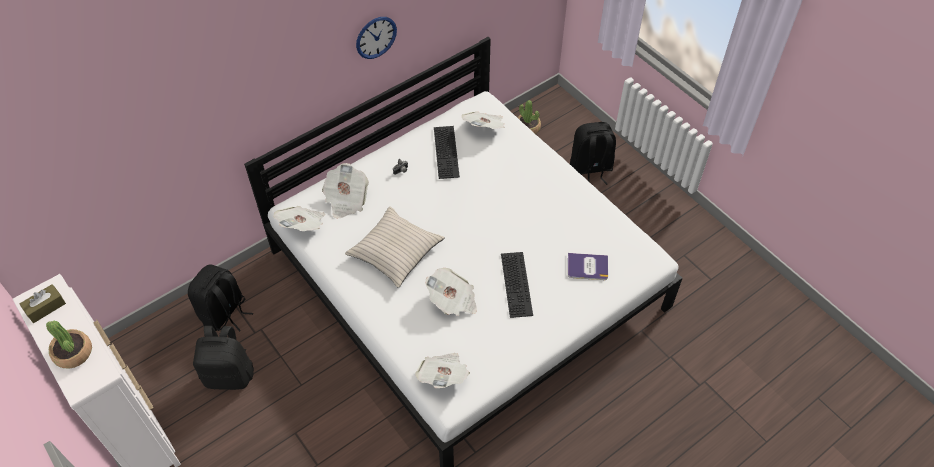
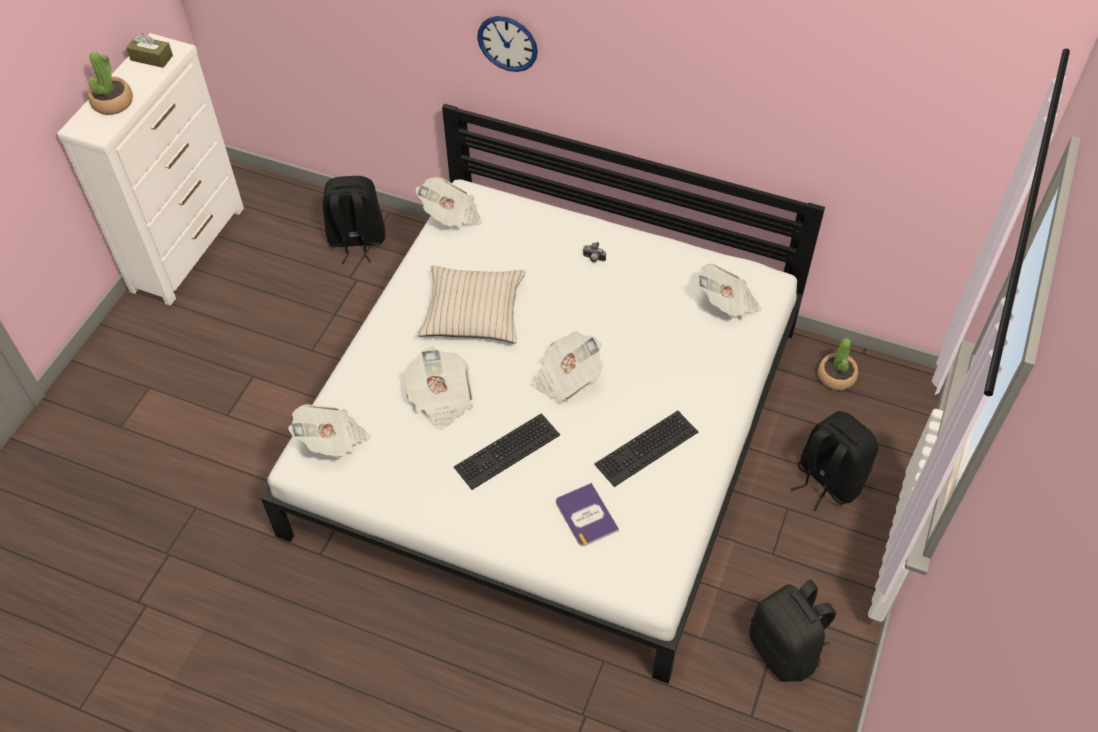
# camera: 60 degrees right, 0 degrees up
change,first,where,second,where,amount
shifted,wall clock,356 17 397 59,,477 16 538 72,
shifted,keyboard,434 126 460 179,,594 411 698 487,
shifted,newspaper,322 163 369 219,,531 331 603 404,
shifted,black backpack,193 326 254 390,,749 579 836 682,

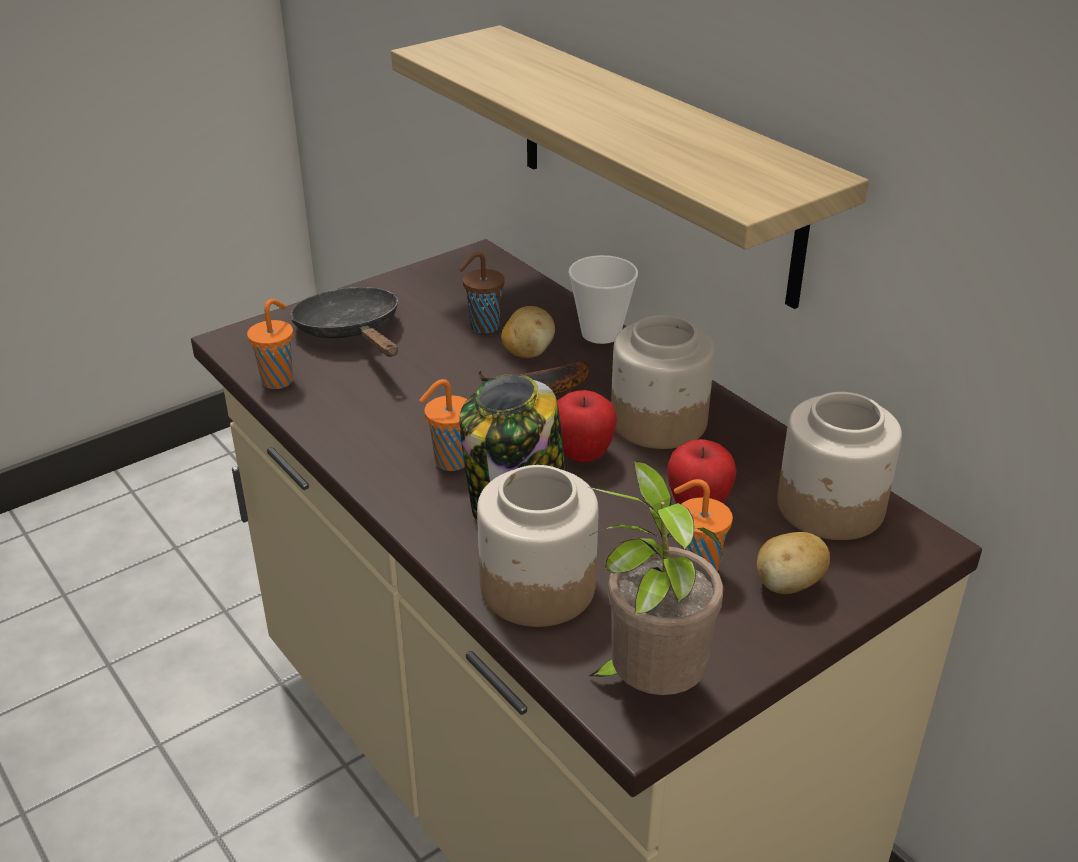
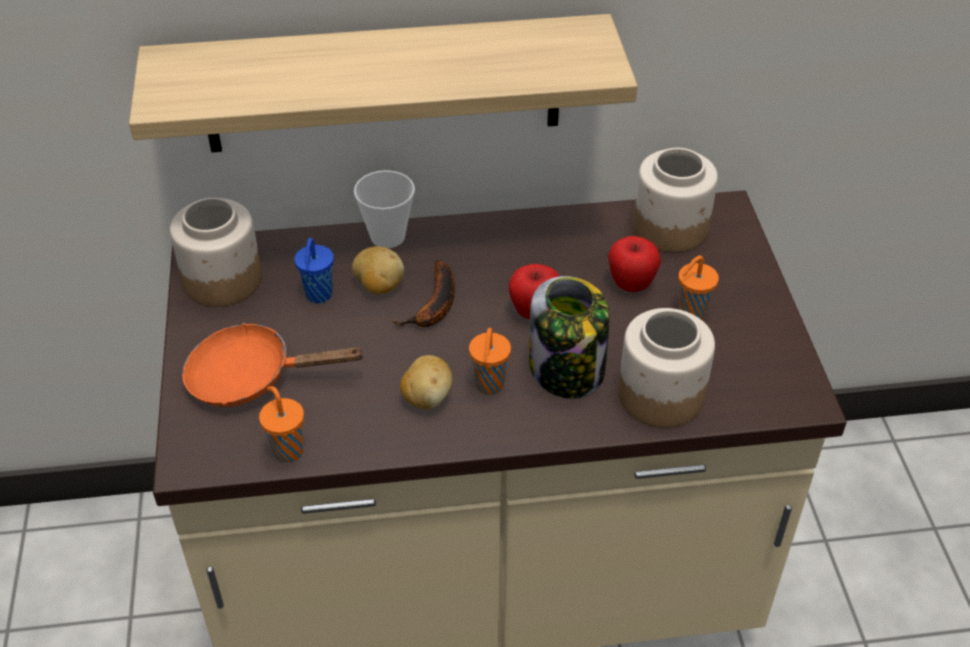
# camera: 60 degrees left, 10 degrees up
change,first,where,second,where,amount
repainted,brown cup,459 252 505 334,blue cup,294 238 334 303,
repainted,black frying pan,291 287 398 357,orange frying pan,182 323 366 407,
shifted,jar,611 315 715 449,,170 198 262 307,
gone,potted plant,586 460 723 695,,,
shifted,potato,757 532 830 594,,400 355 453 409,

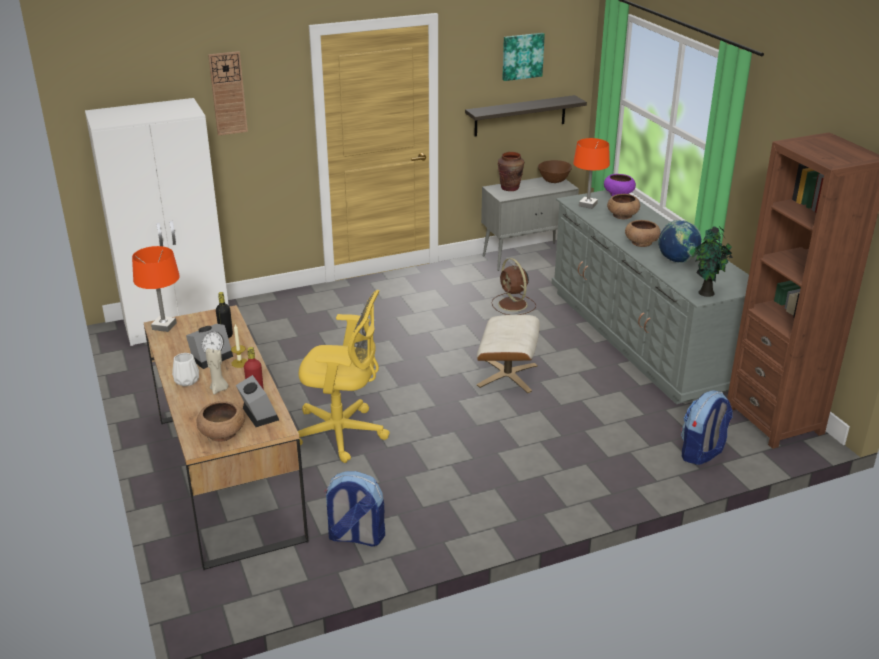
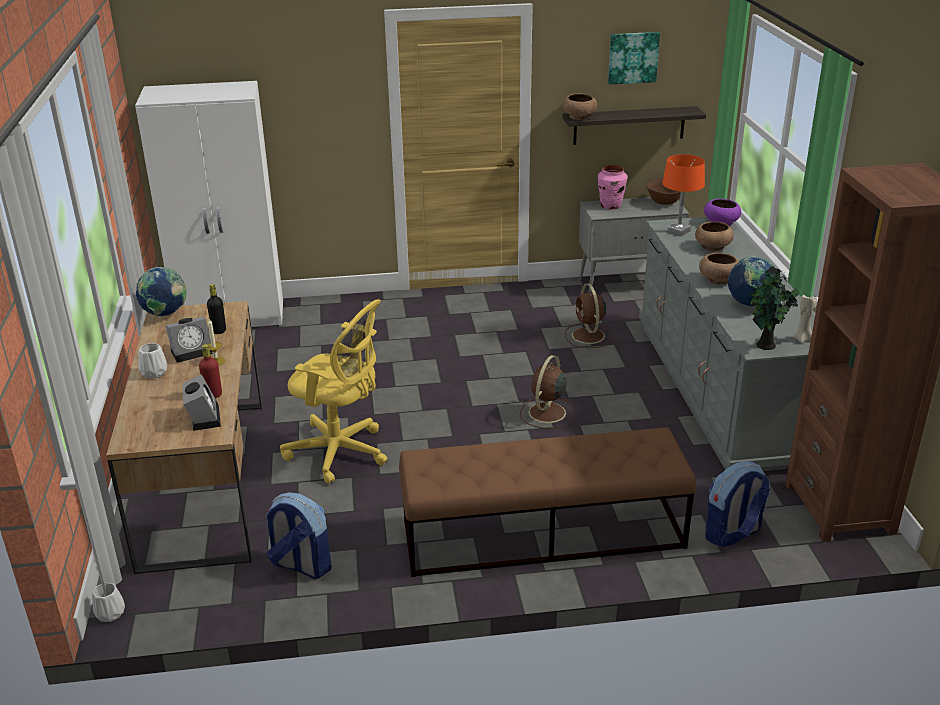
# camera: 15 degrees right, 0 degrees up
change,first,where,second,where,amount
gone,wall clock,208 51 248 136,,,
repainted,brown vase,498 152 524 191,pink vase,597 165 627 210,
swapped,orange table lamp,132 246 180 332,globe,136 267 187 317,
swapped,beige ottoman,477 315 540 393,brown fan,520 355 573 429,
shifted,beige candle,206 348 229 395,,793 295 817 343,
shifted,brown bowl,196 401 245 442,,562 93 597 120,
new,,,brown bench,399 427 696 577,
new,,,white vase,92 583 125 622,

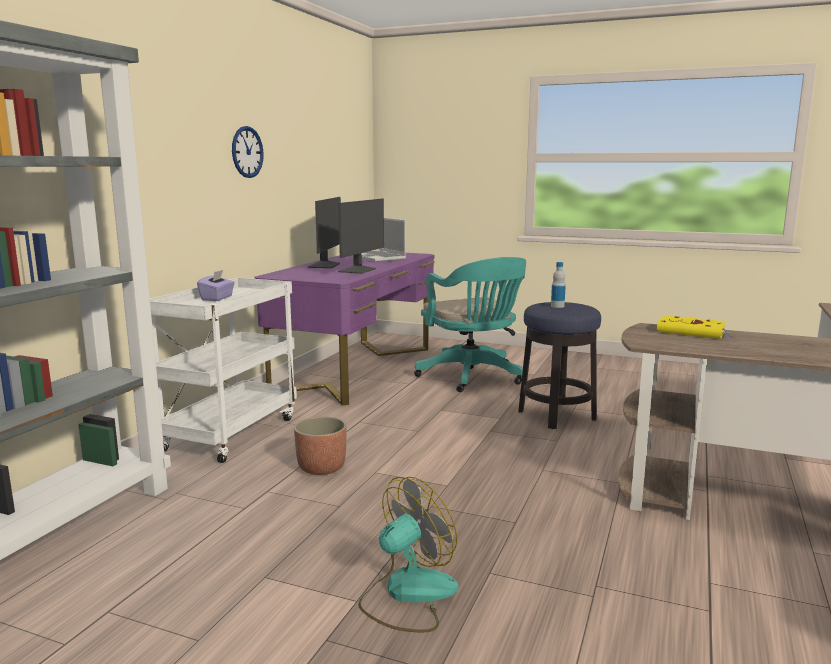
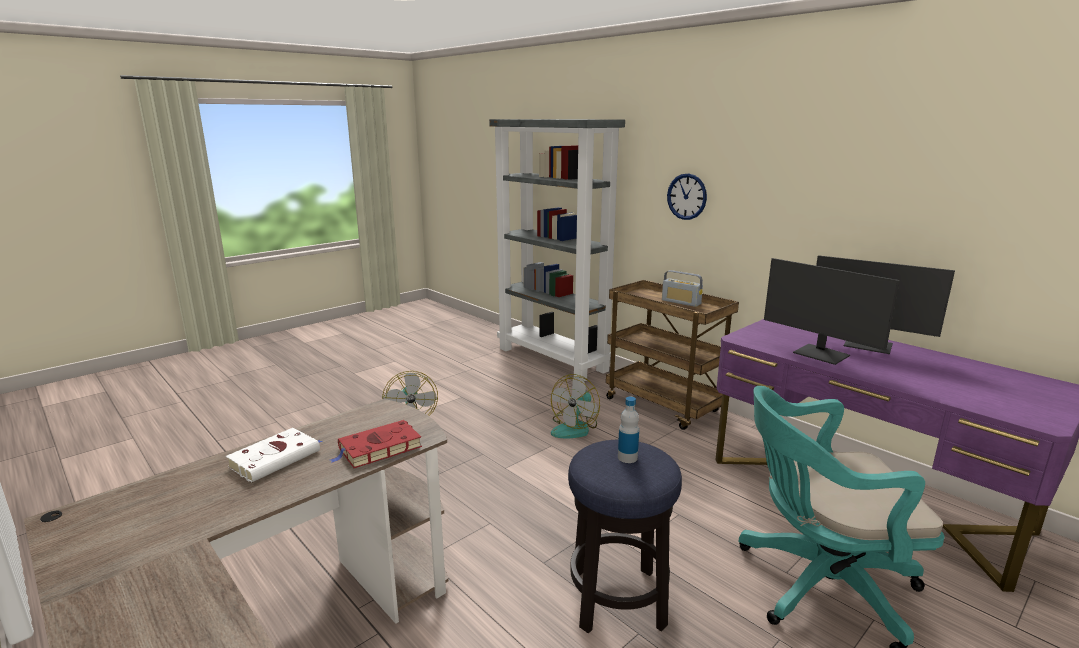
# camera: 115 degrees right, 5 degrees up
change,first,where,second,where,amount
shifted,wall clock,232 126 264 178,,667 173 707 220,
gone,laptop,352 218 406 262,,,
swapped,purple tissue box,197 270 235 301,radio,662 270 703 307,
repainted,white cart,150 278 297 463,brown cart,606 280 739 430,
repainted,yellow book,657 315 736 339,red book,330 420 422 468,
swapped,planter,294 417 346 475,fan,551 374 600 438,
new,,,white book,226 428 323 482,

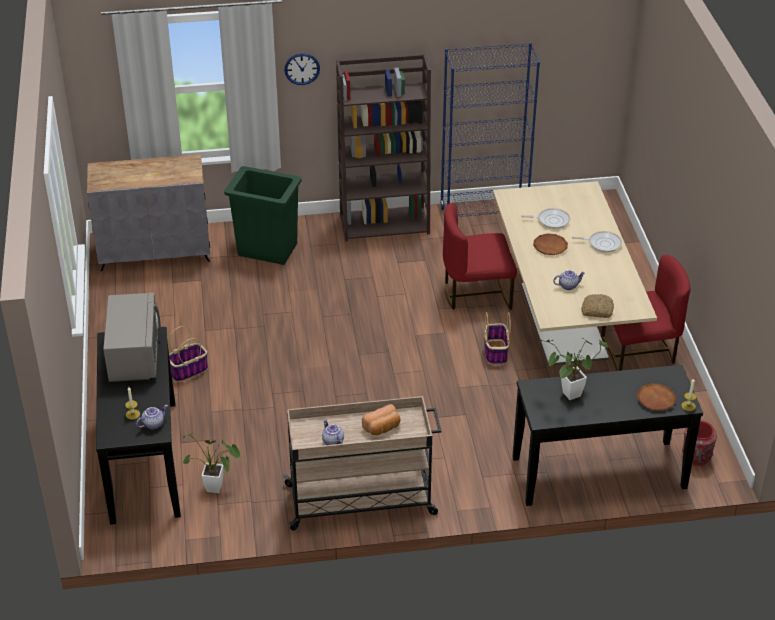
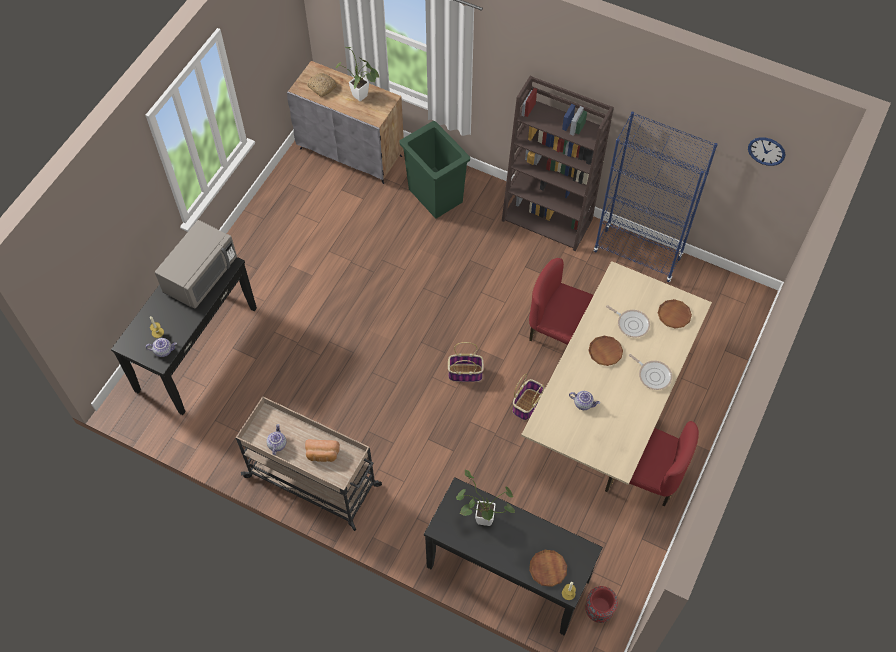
# camera: 35 degrees right, 20 degrees up
change,first,where,second,where,amount
shifted,wall clock,284 53 320 85,,748 137 785 166,
shifted,bread,581 294 614 318,,307 73 337 97,
shifted,basket,169 326 208 382,,448 342 484 382,
shifted,potted plant,183 433 241 493,,335 47 380 101,
new,,,brown plate,658 299 692 329,

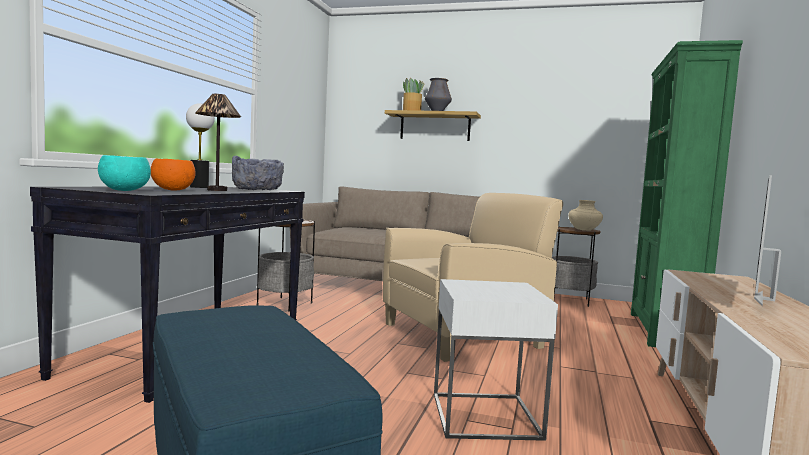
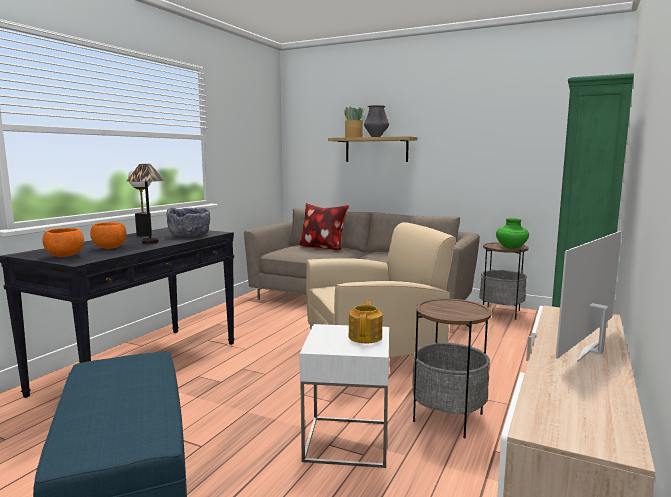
# camera: 10 degrees right, 5 degrees up
change,first,where,second,where,amount
repainted,turquoise bowl,98 155 151 191,orange bowl,42 228 84 257,
repainted,beige vase,568 200 603 231,green vase,496 218 529 249,
shifted,side table,257 220 315 311,,412 298 492 438,
new,,,pillow,298 203 349 250,
new,,,teapot,348 301 382 343,

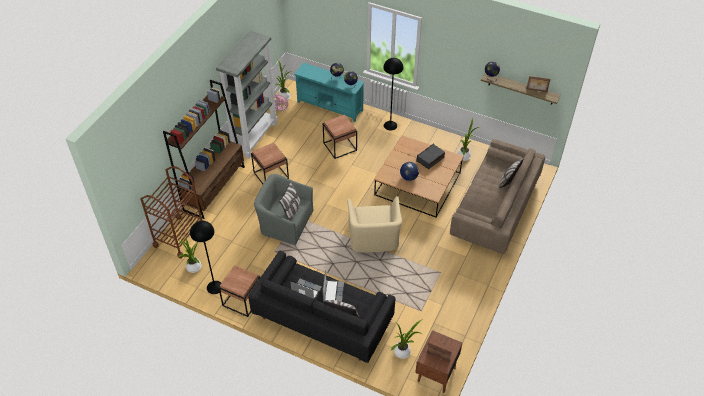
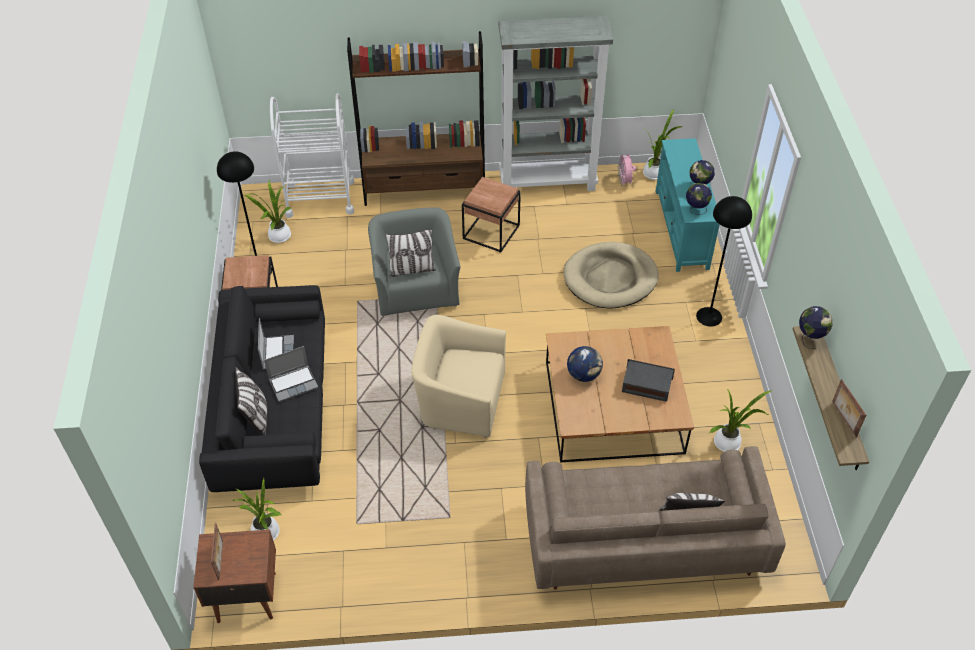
# camera: 60 degrees right, 0 degrees up
change,first,where,second,where,amount
swapped,brown side table,323 115 357 159,beige dog bed,564 242 659 309,
repainted,brown cart,140 166 202 258,white cart,270 93 354 218,
rotated,beige armchair,347 196 402 253,,411 315 506 438,45 degrees clockwise

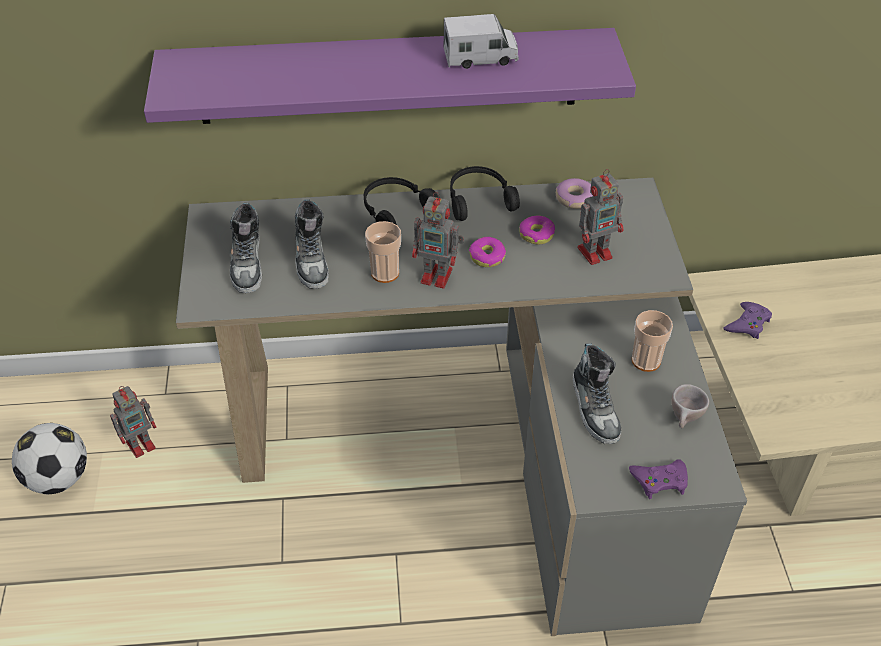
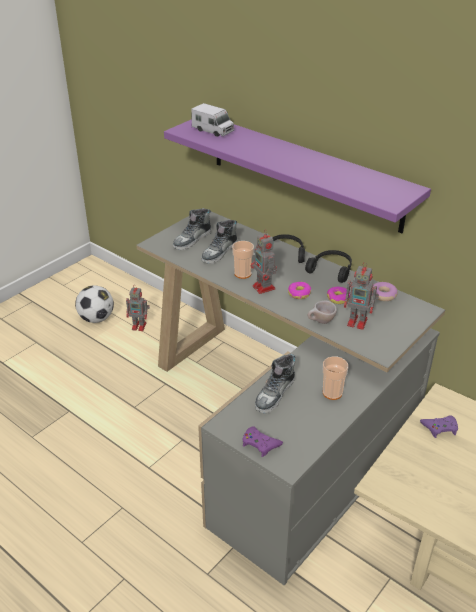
# camera: 45 degrees right, 10 degrees down
change,first,where,second,where,amount
shifted,toy truck,444 14 519 69,,191 103 234 137,
shifted,beige cup,671 384 709 428,,308 300 337 324,

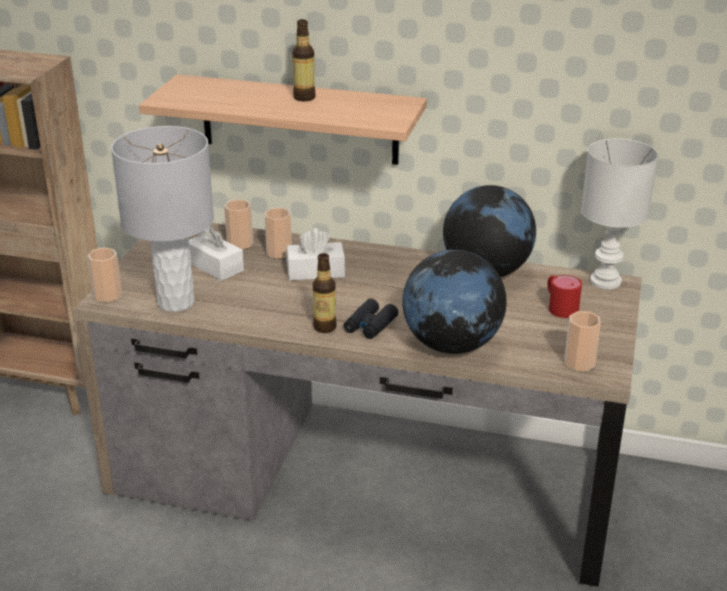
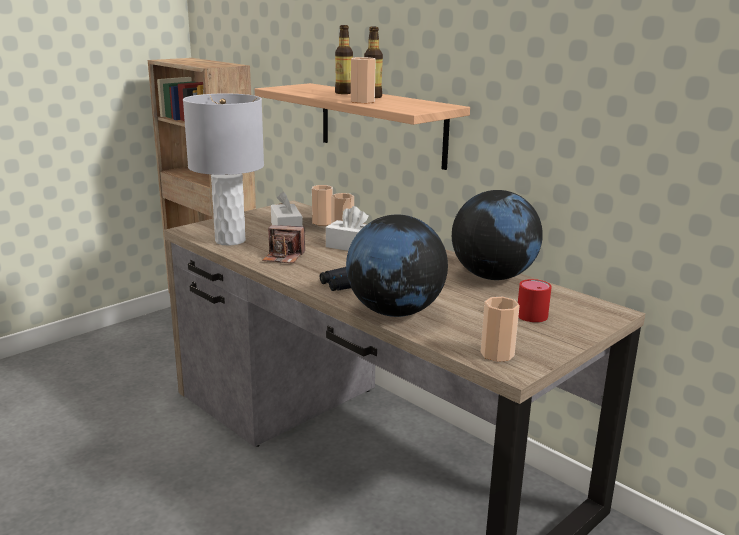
# camera: 30 degrees right, 10 degrees down
change,first,where,second,where,amount
gone,white table lamp,581 138 658 289,,,
shifted,cup,87 248 122 303,,351 57 376 103,
shifted,bottle,313 253 337 333,,335 25 353 94,
new,,,photo camera,262 225 305 264,

